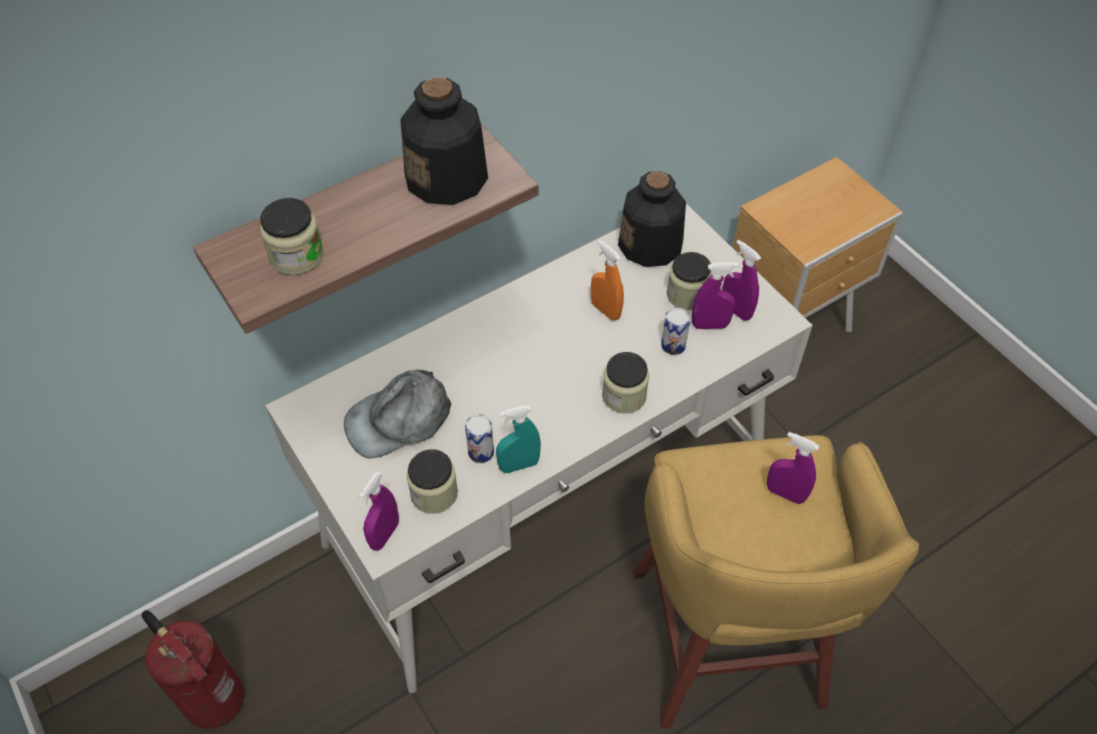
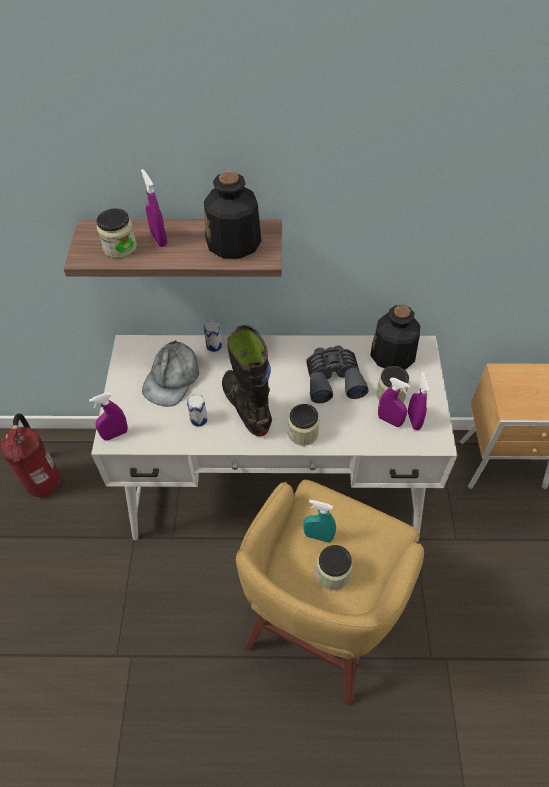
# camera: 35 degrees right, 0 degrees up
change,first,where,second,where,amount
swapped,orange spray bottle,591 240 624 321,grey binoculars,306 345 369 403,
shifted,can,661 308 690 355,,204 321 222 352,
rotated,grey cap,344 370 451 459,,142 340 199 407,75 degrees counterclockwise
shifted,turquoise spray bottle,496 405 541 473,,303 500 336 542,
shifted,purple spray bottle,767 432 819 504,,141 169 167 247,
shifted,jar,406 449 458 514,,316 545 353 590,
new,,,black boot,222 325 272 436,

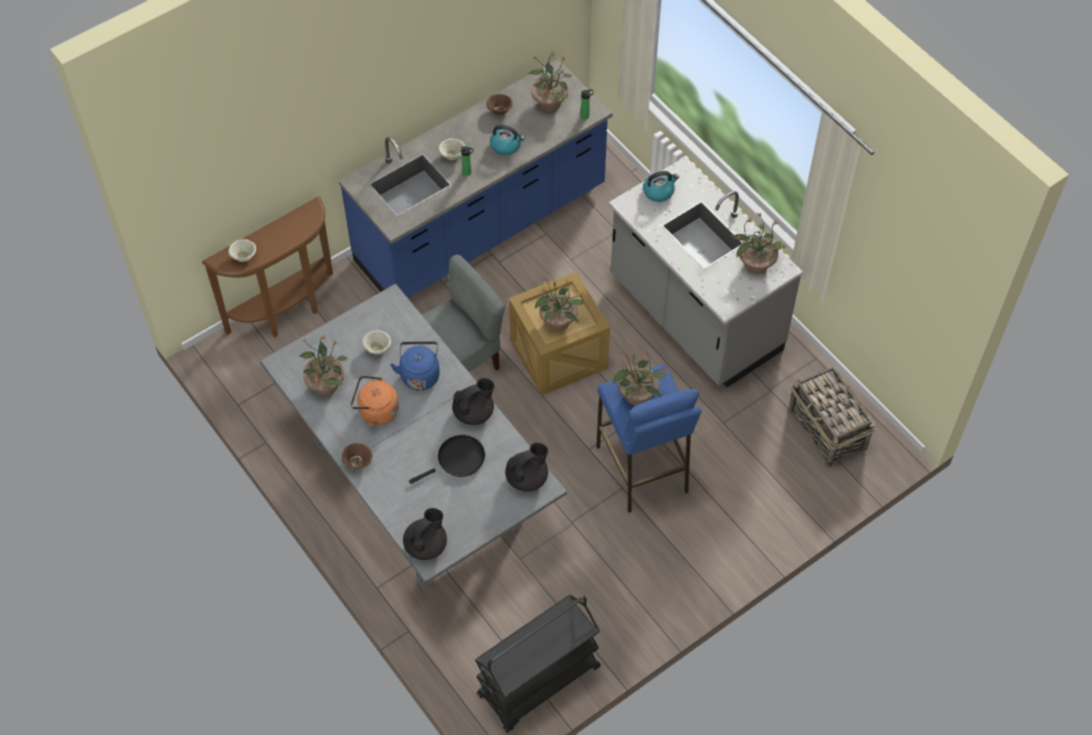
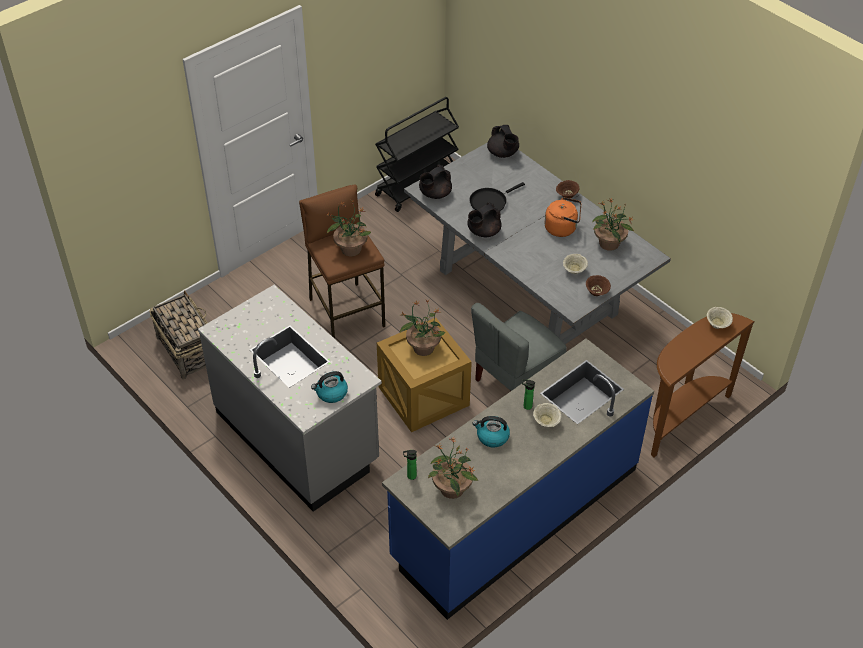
# camera: 175 degrees right, 10 degrees down
change,first,where,second,where,amount
shifted,brown bowl,486 94 513 115,,586 275 611 296,
gone,potted plant,732 212 787 274,,,
gone,blue kettle,390 341 440 391,,,
repainted,blue stool,596 364 702 513,brown stool,299 184 385 339,
rotated,black teapot,403 508 447 560,,487 125 519 158,60 degrees counterclockwise

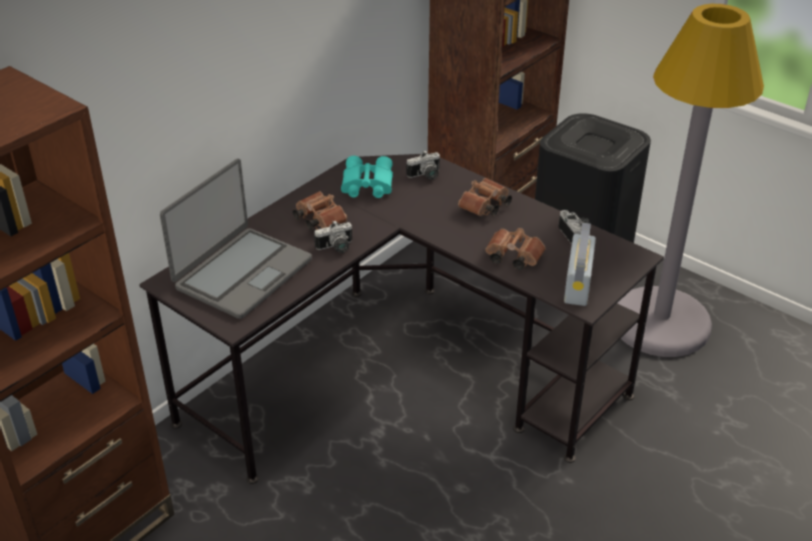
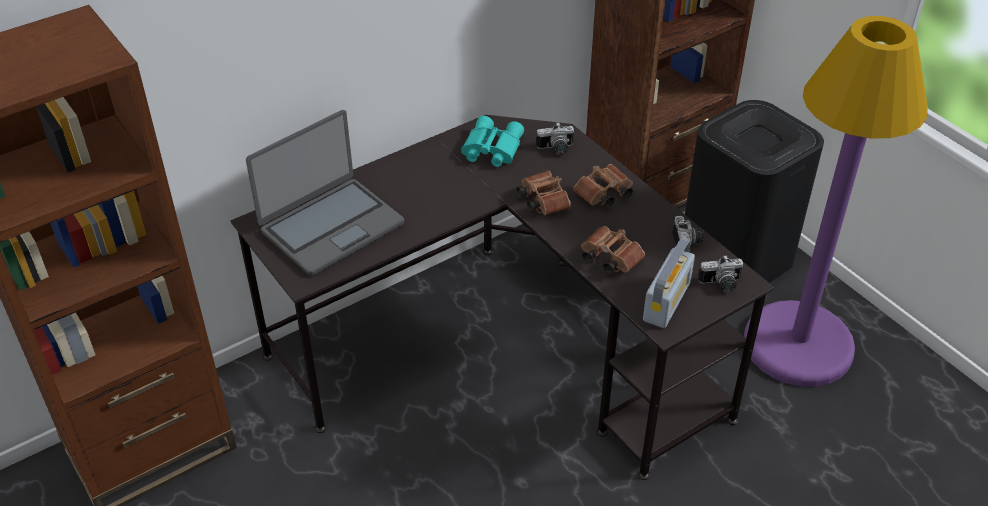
# camera: 15 degrees right, 5 degrees up
change,first,where,second,where,amount
repainted,grey floor lamp,618 4 764 357,purple floor lamp,744 16 928 387,
shifted,brown binoculars,292 191 347 231,,516 170 571 215,
shifted,photo camera,314 220 352 253,,698 255 743 292,

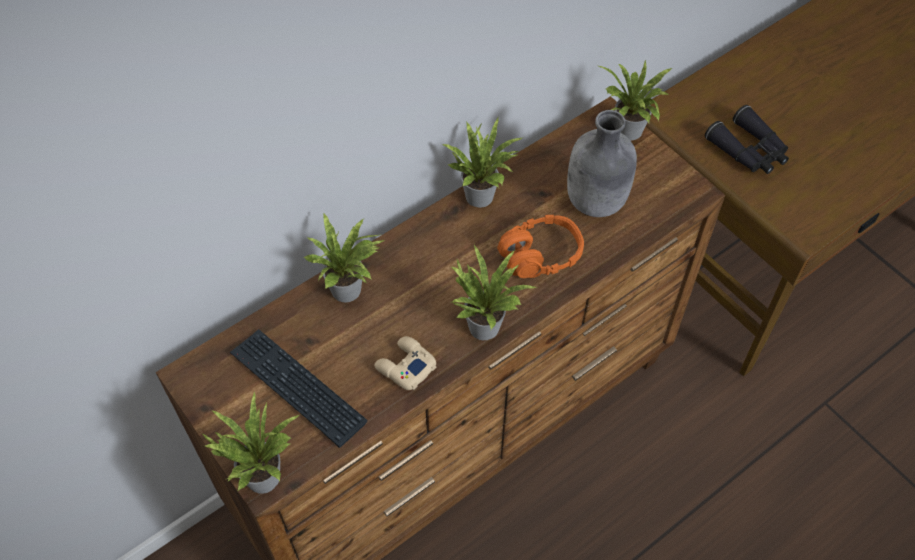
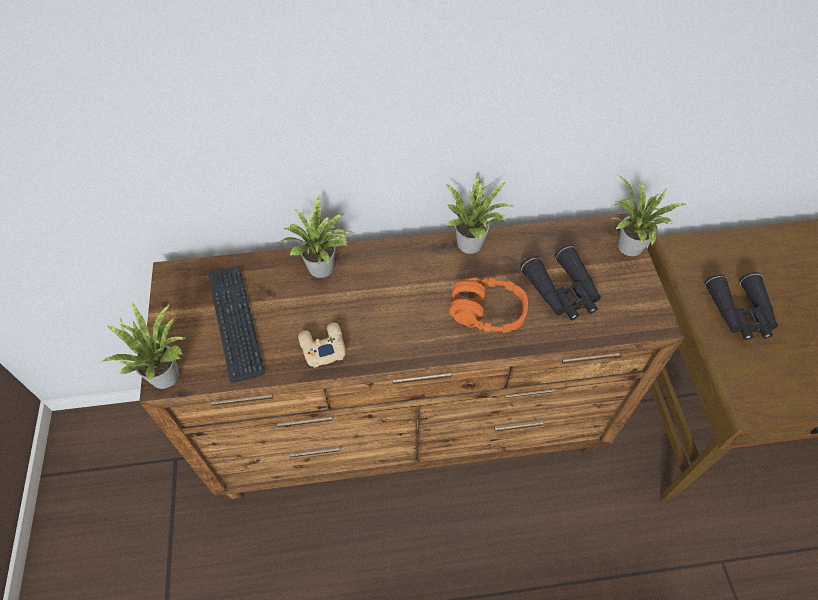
# camera: 30 degrees right, 0 degrees up
change,first,where,second,where,amount
swapped,grey bottle,567 110 637 217,black binoculars,520 245 601 320,
gone,potted plant,451 245 537 341,,,

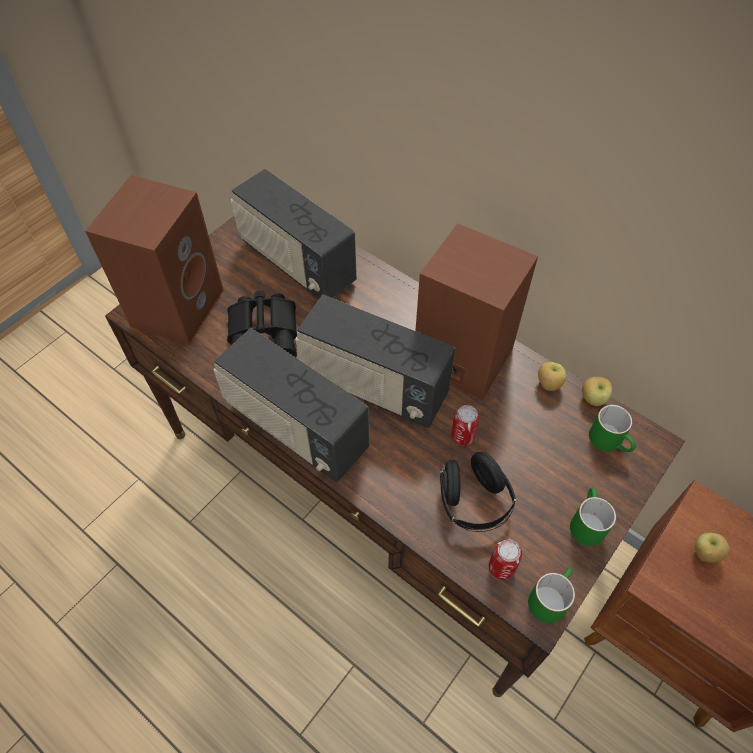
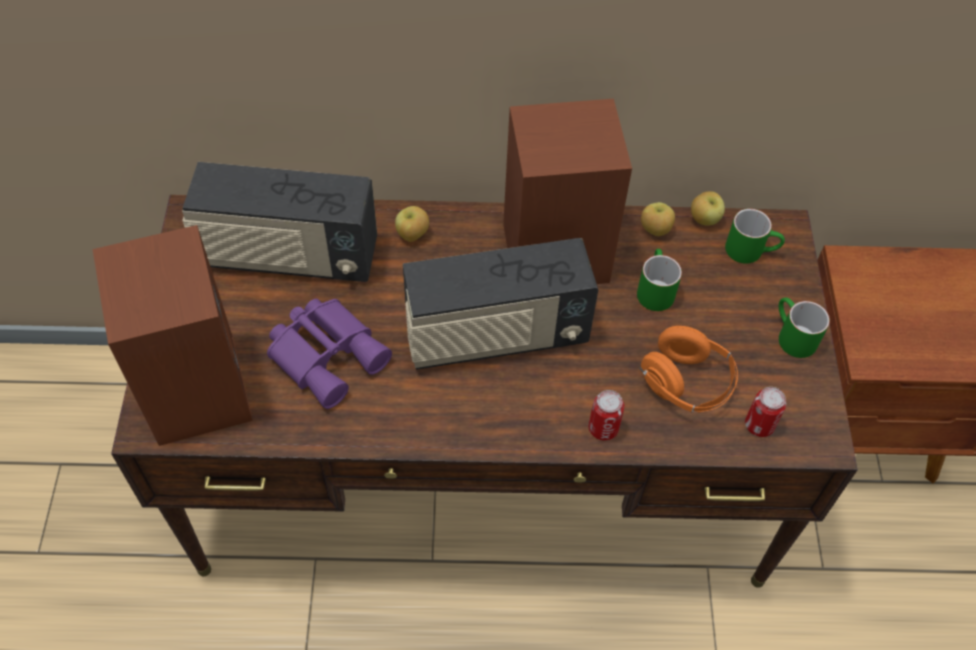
# camera: 40 degrees left, 0 degrees up
change,first,where,second,where,amount
repainted,black binoculars,227 291 297 357,purple binoculars,267 299 392 409,
gone,radio,214 328 370 483,,,
shifted,can,451 405 479 446,,589 390 624 441,
repainted,black headphones,440 452 516 532,orange headphones,640 326 738 413,
shifted,apple,695 533 730 563,,395 206 429 242,
shifted,green mug,528 567 575 623,,637 249 682 311,

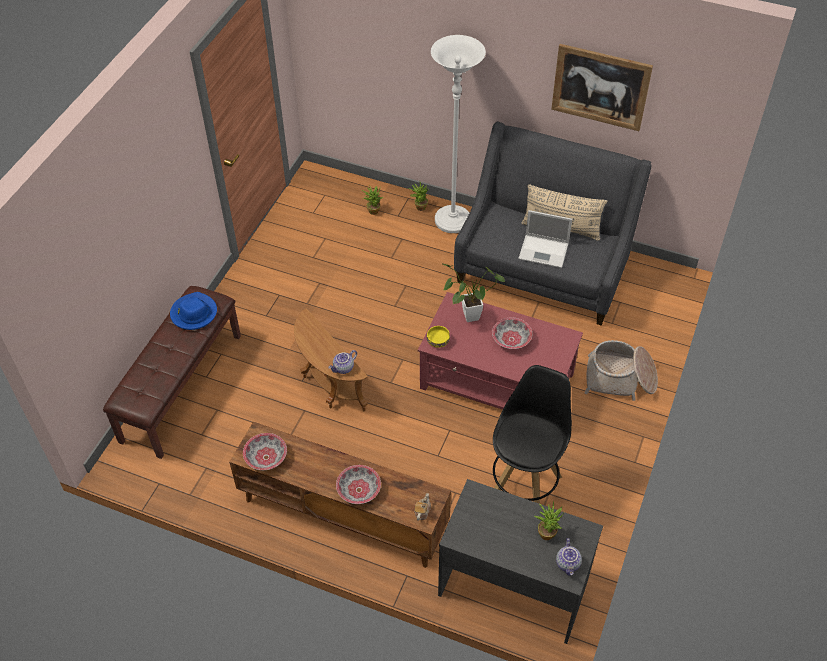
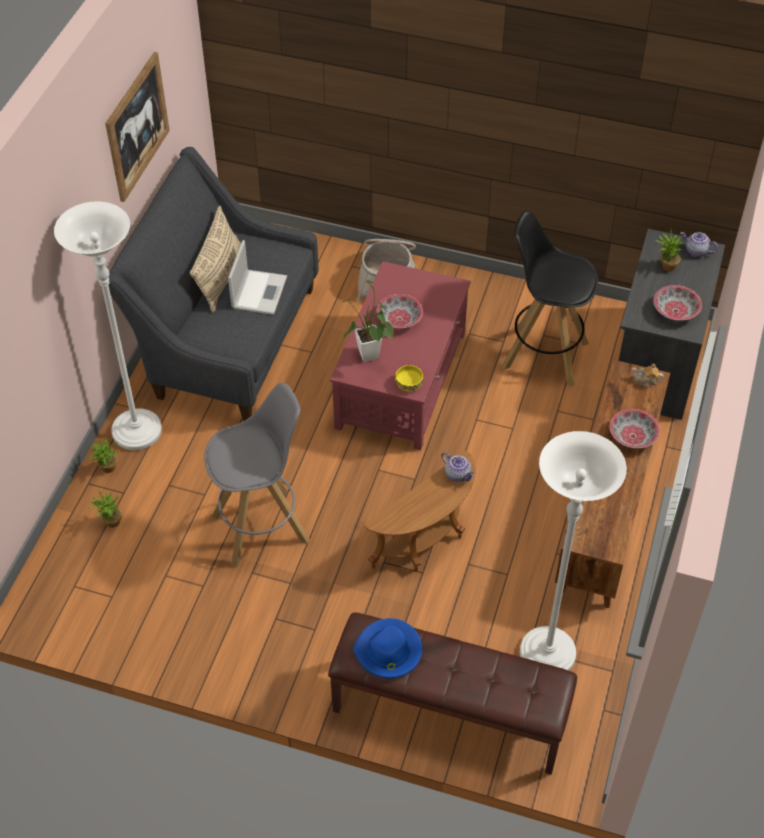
# camera: 95 degrees left, 0 degrees up
change,first,where,second,where,amount
shifted,bowl,243 433 287 470,,654 285 702 321,
rotated,teapot,556 538 582 576,,680 232 718 257,150 degrees counterclockwise
new,,,grey stool,204 383 310 568,
new,,,white floor lamp,520 431 627 671,

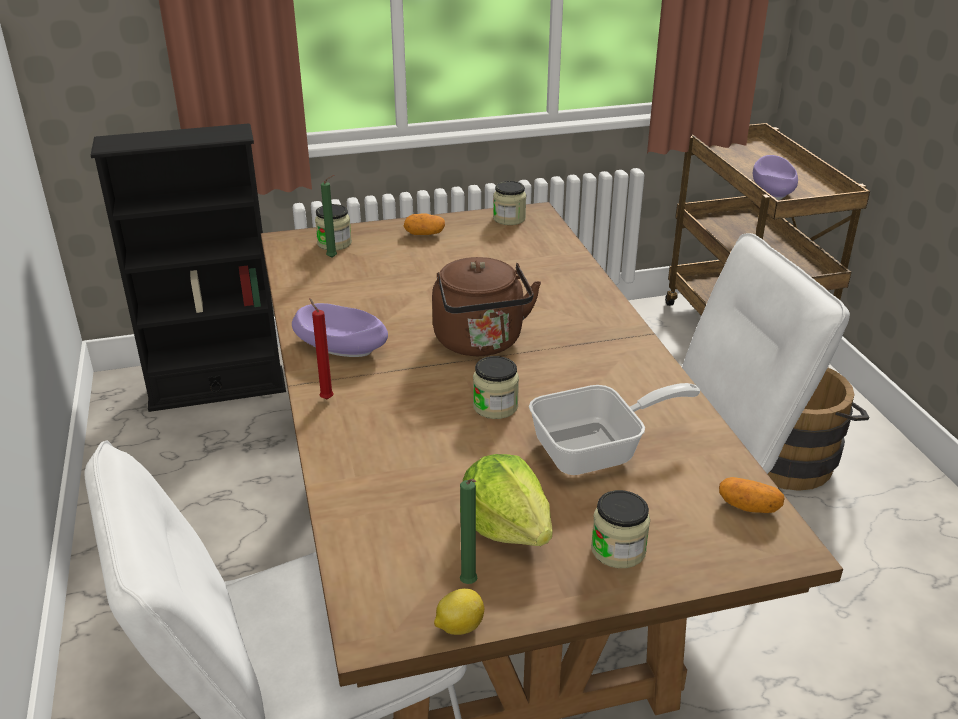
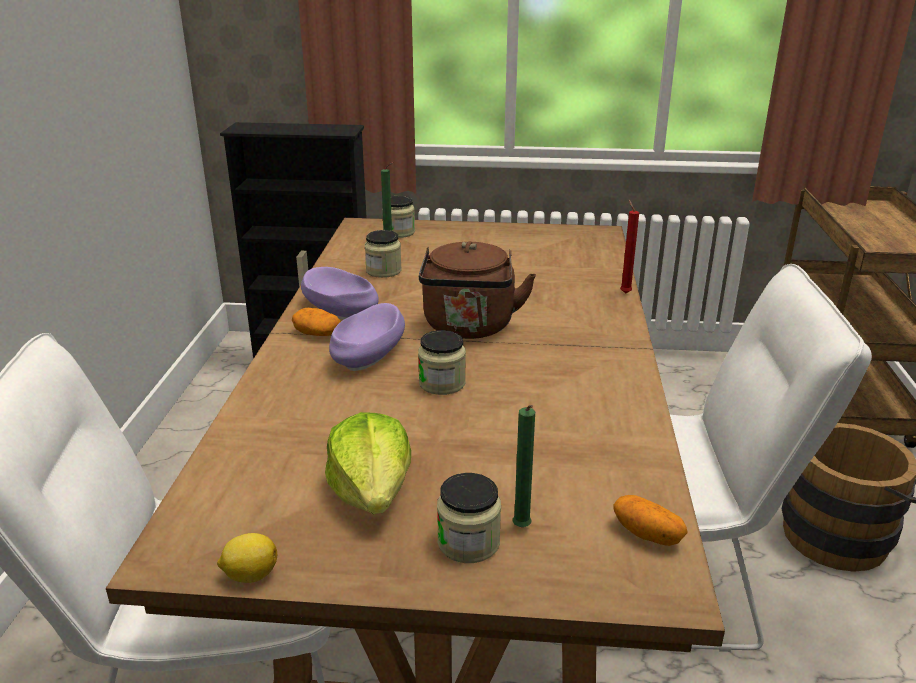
# camera: 20 degrees right, 5 degrees down
change,first,where,second,where,amount
shifted,purple bowl,753 155 798 200,,329 303 405 371,
shifted,jar,493 181 526 225,,365 230 402 278,
shifted,potato,404 213 445 235,,292 308 341 336,
shifted,red candle,309 298 334 399,,620 200 639 294,
gone,frying pan,529 383 700 475,,,
shifted,green candle,460 479 477 584,,513 405 535 527,

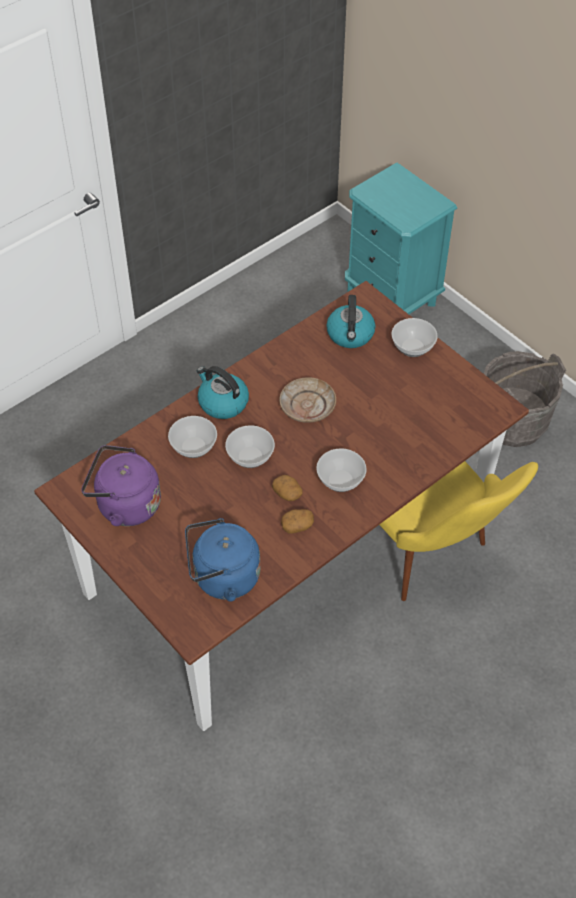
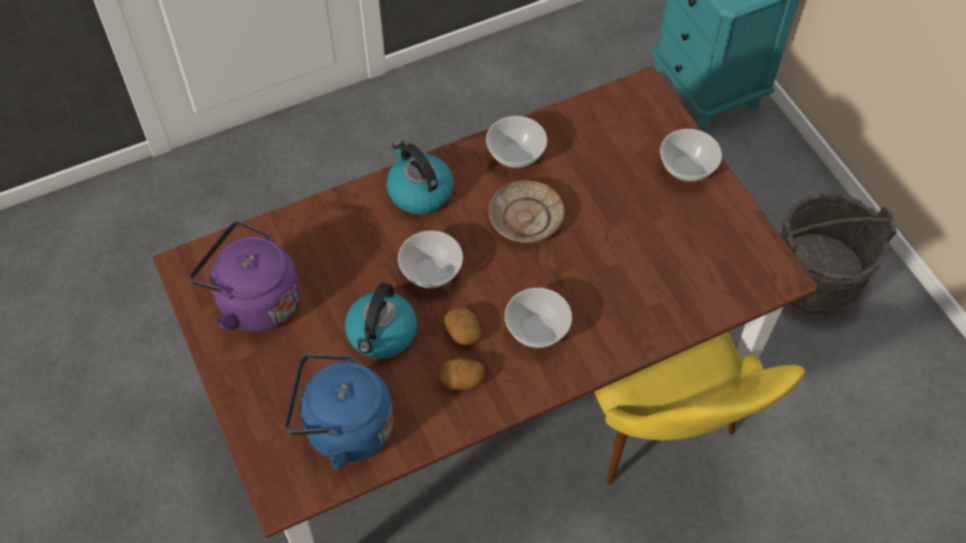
# camera: 15 degrees right, 5 degrees up
change,first,where,second,where,amount
shifted,kettle,326 295 376 348,,345 283 417 359,
shifted,bowl,168 416 217 458,,486 116 547 169,

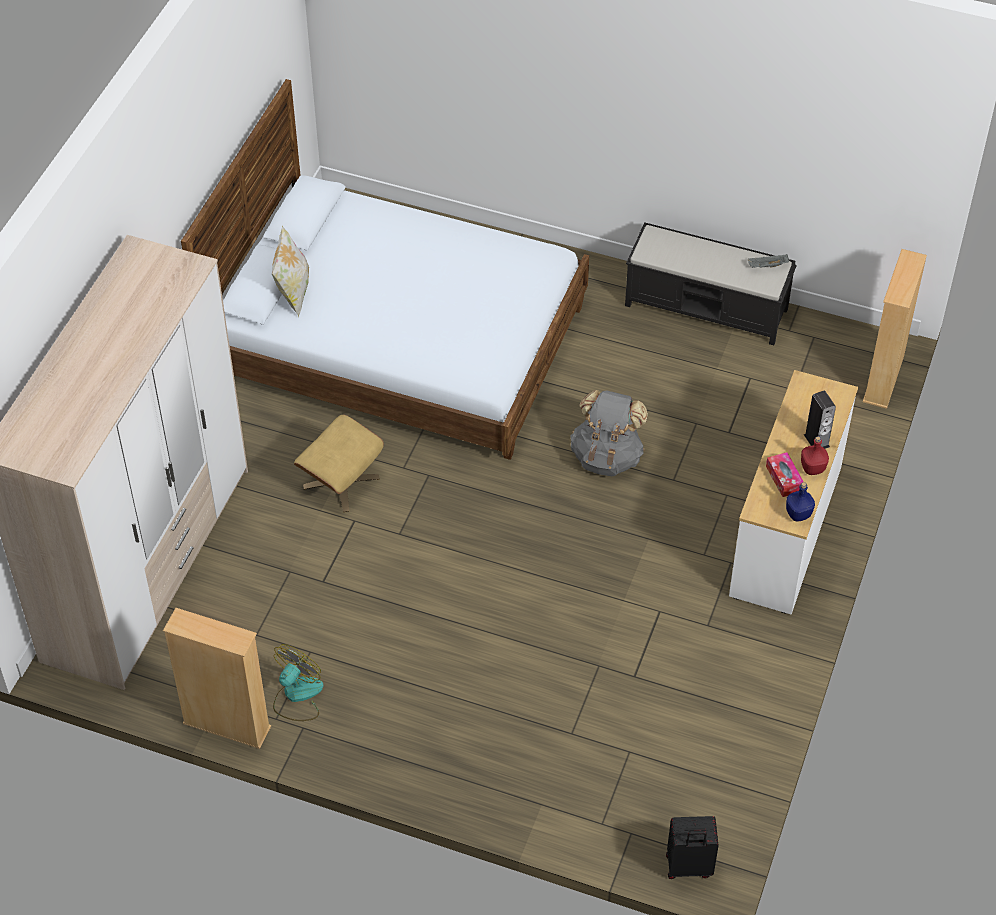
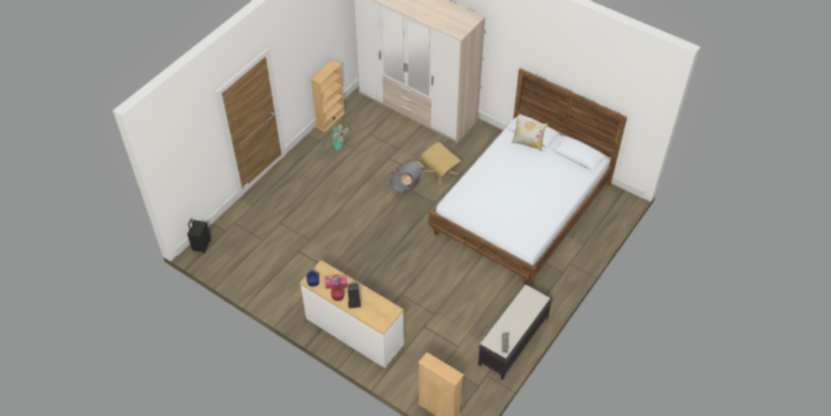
# camera: 105 degrees right, 0 degrees up
change,first,where,second,where,amount
shifted,grey backpack,570 390 648 476,,390 161 425 194,

